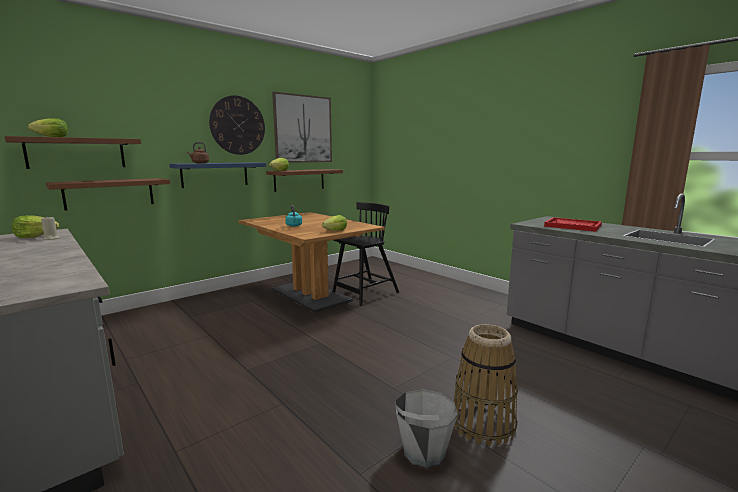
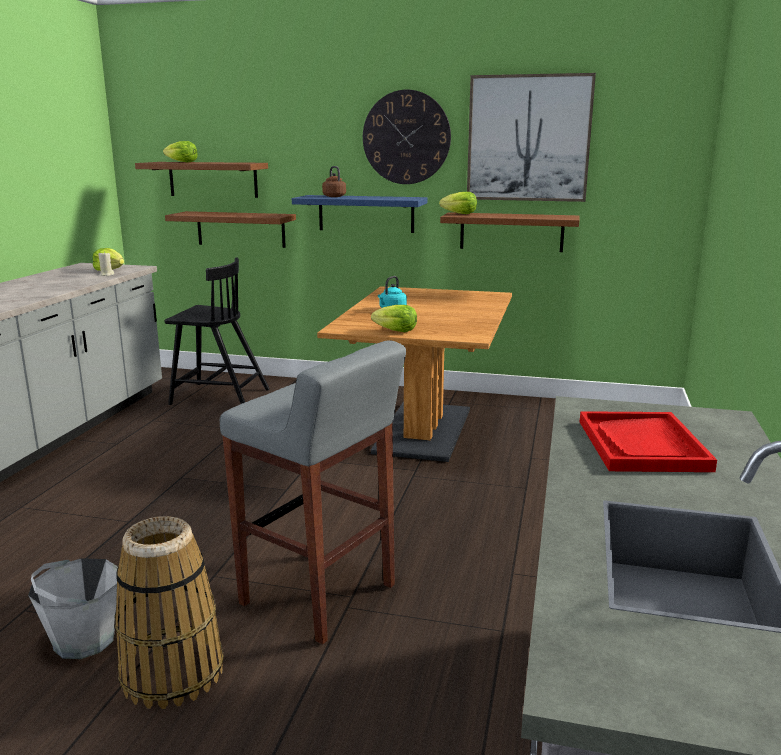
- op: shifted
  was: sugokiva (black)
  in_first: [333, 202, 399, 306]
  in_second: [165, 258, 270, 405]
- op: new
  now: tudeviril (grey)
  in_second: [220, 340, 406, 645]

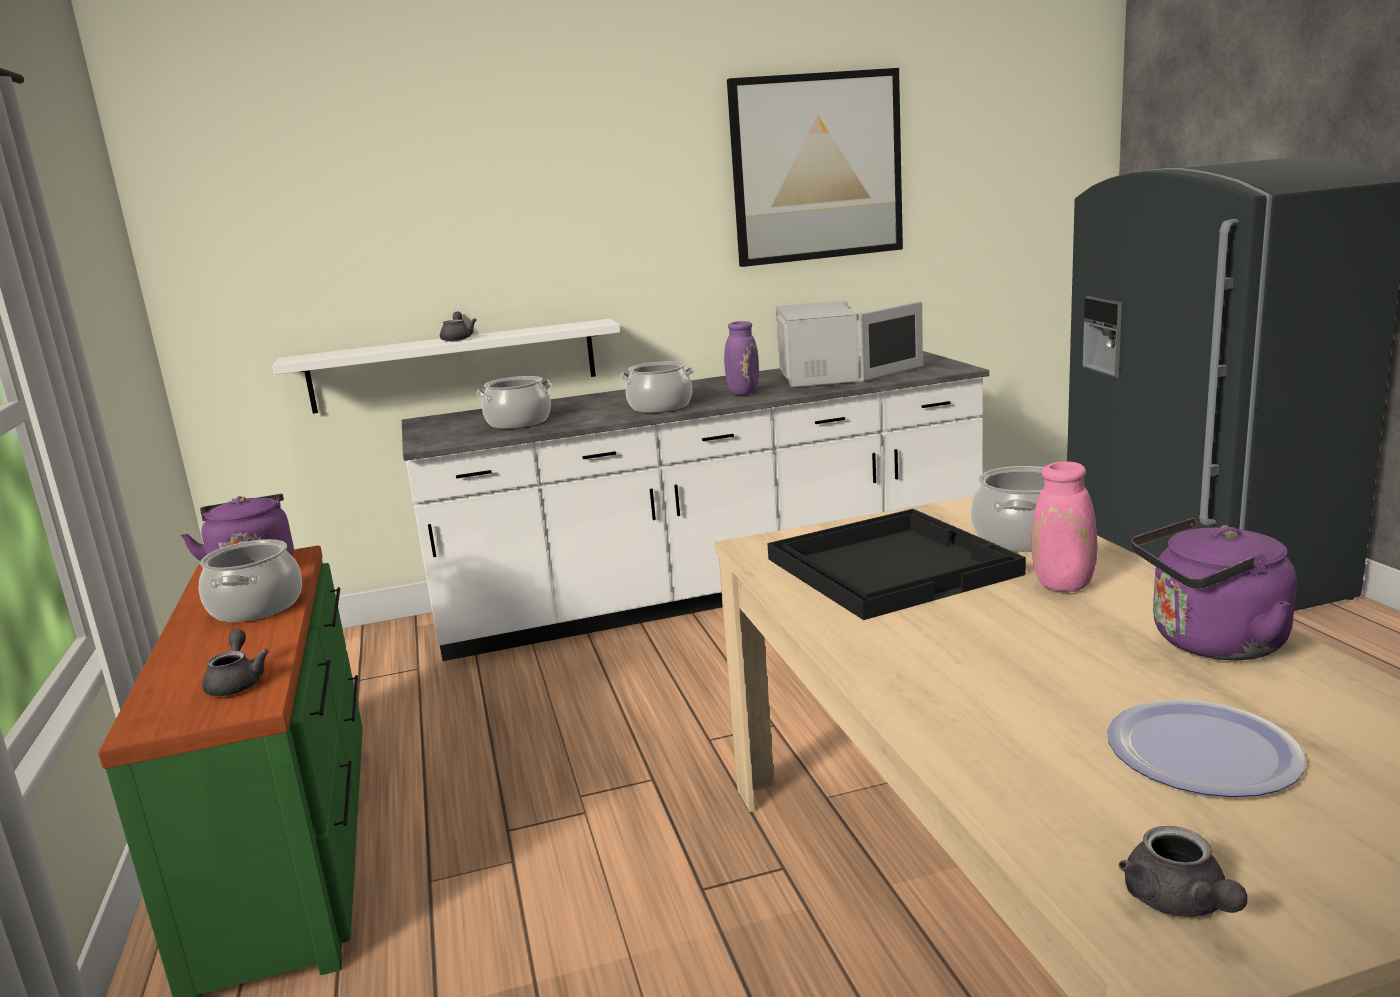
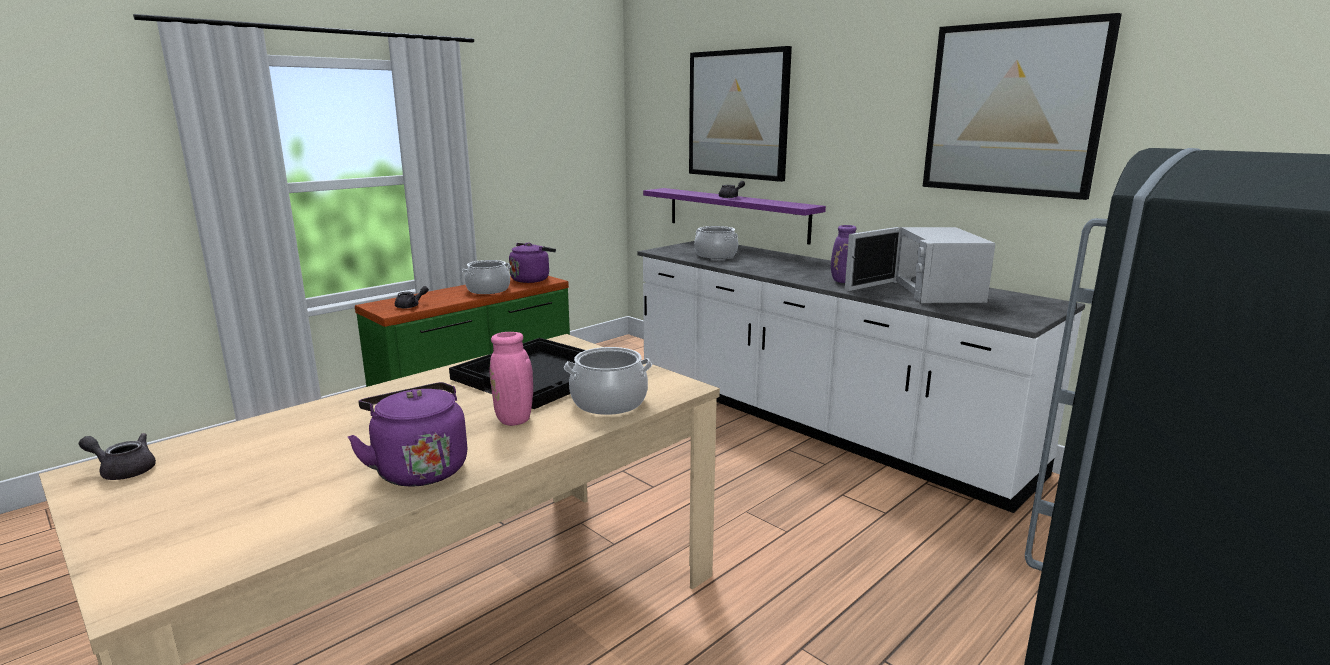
- op: repainted
  was: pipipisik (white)
  now: pipipisik (purple)
  in_first: [272, 319, 620, 414]
  in_second: [643, 188, 826, 245]
- op: gone
  was: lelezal
  in_first: [620, 361, 695, 413]
- op: rotated
  was: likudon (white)
  in_first: [776, 300, 923, 387]
  in_second: [845, 227, 995, 303]
  clockwise: 120
- op: gone
  was: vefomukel
  in_first: [1107, 700, 1306, 797]
- op: rotated
  was: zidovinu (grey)
  in_first: [1119, 826, 1248, 917]
  in_second: [79, 433, 156, 480]
  clockwise: 45
- op: new
  now: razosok
  in_second: [689, 46, 792, 182]

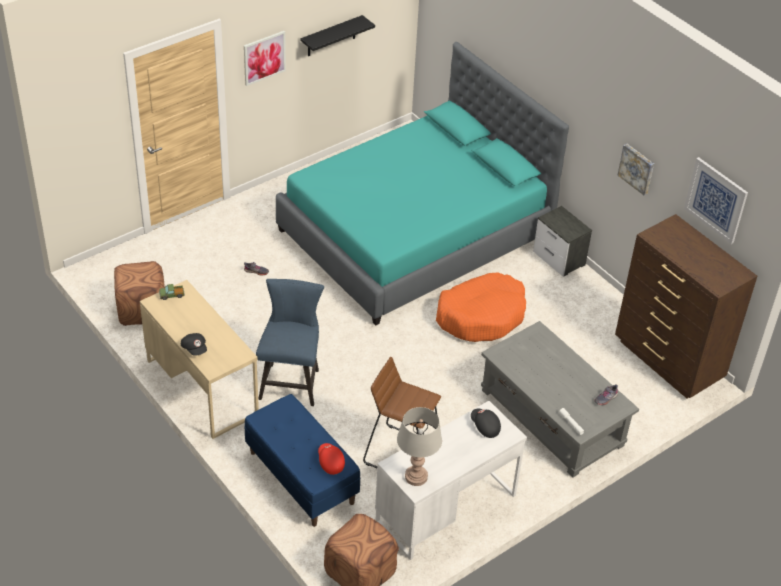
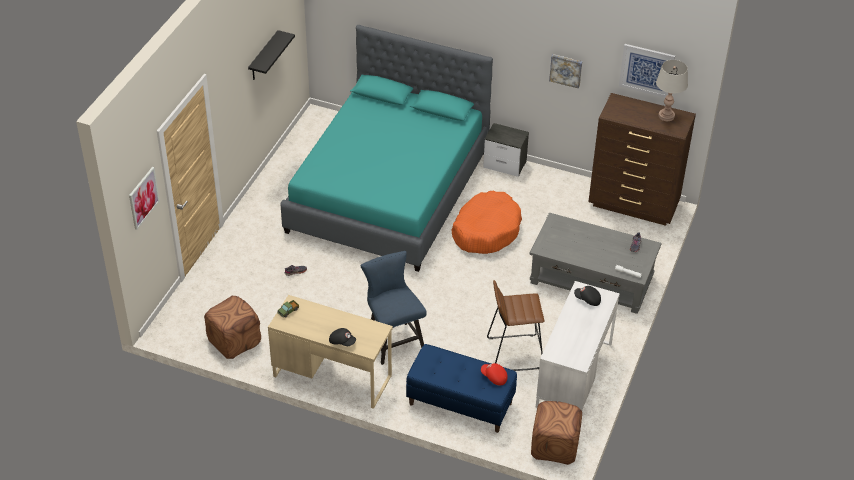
- op: shifted
  was: razosok
  in_first: [244, 31, 286, 86]
  in_second: [129, 167, 160, 230]
- op: shifted
  was: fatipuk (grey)
  in_first: [397, 407, 442, 486]
  in_second: [656, 60, 688, 121]

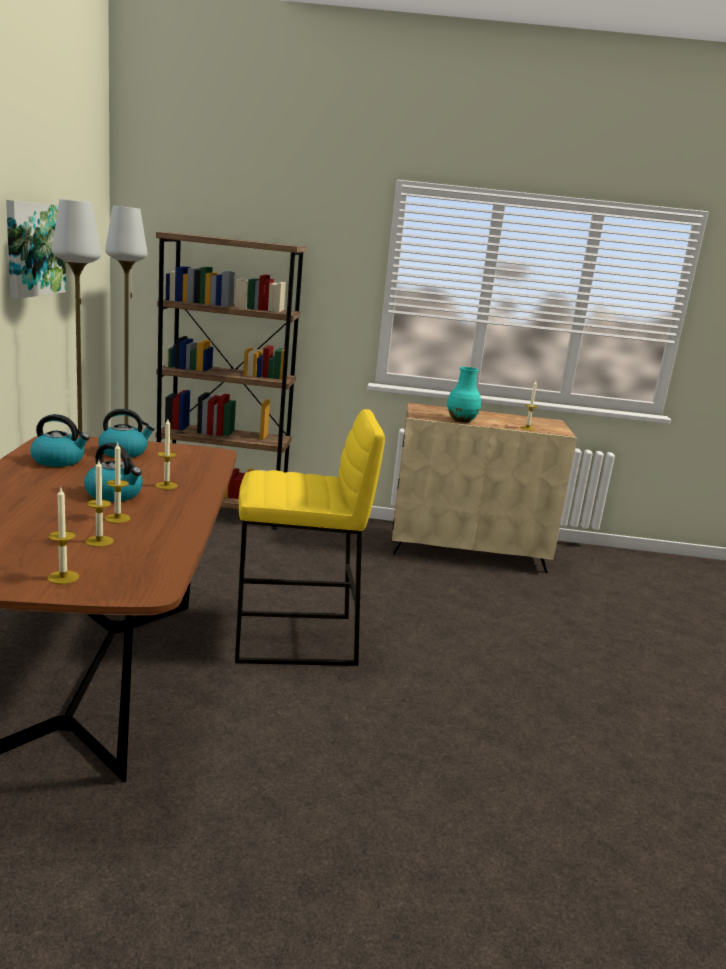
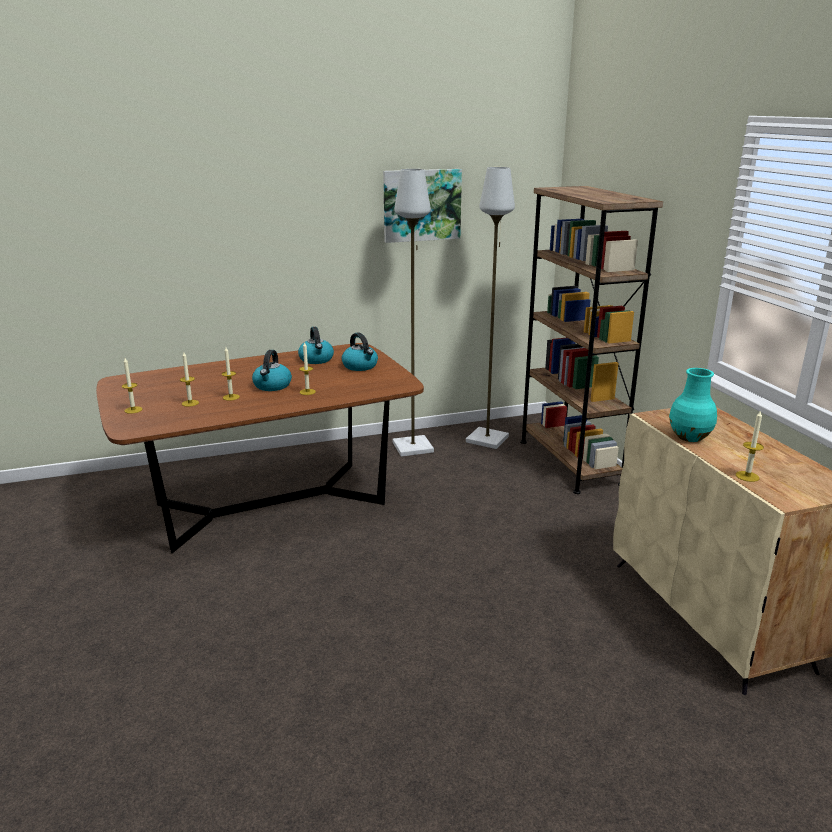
- op: gone
  was: tudeviril (yellow)
  in_first: [235, 409, 385, 666]

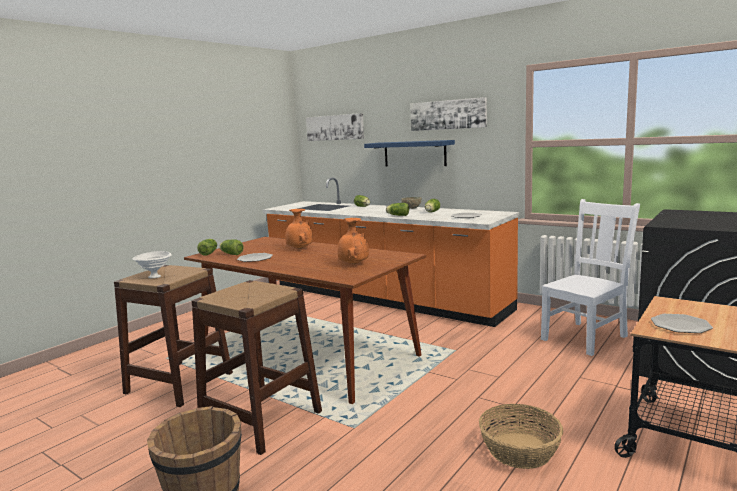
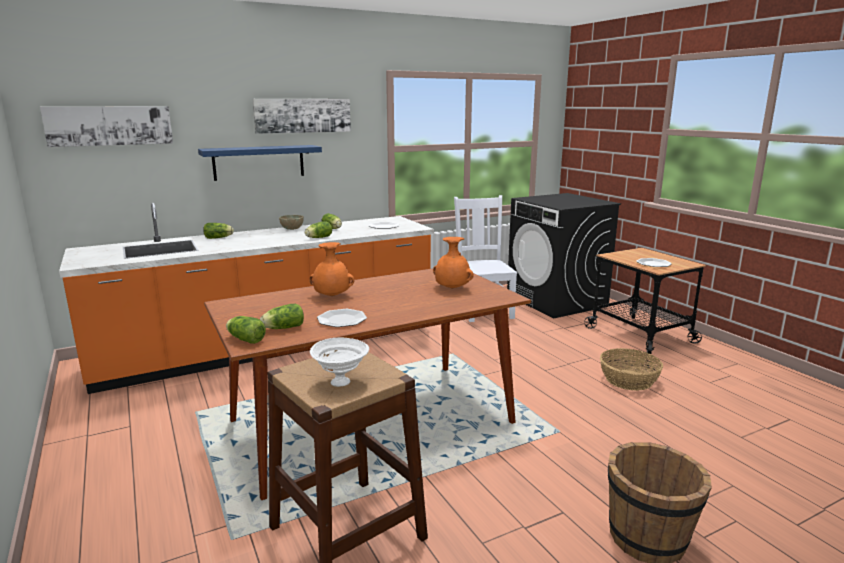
- op: gone
  was: tudeviril (brown)
  in_first: [191, 280, 322, 455]

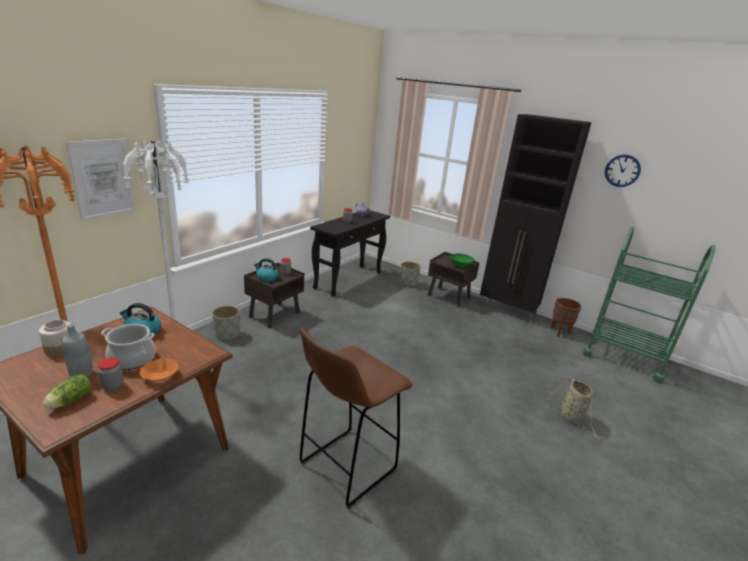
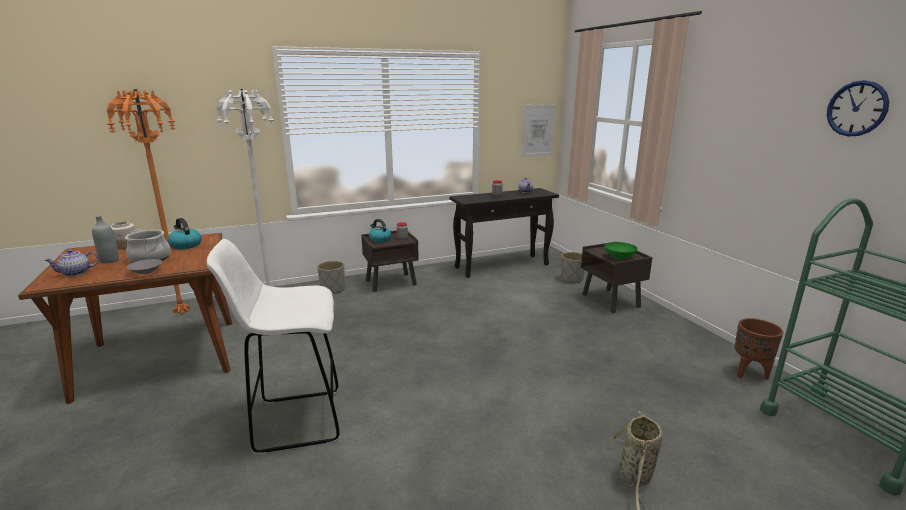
- op: swapped
  was: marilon
  now: zidovinu
  in_first: [43, 374, 92, 409]
  in_second: [44, 250, 99, 276]
- op: shifted
  was: razosok
  in_first: [66, 139, 136, 222]
  in_second: [522, 104, 556, 157]
- op: gone
  was: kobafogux
  in_first: [98, 357, 124, 391]
- op: repainted
  was: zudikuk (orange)
  now: zudikuk (grey)
  in_first: [140, 359, 178, 381]
  in_second: [126, 259, 162, 274]
- op: repainted
  was: tudeviril (brown)
  now: tudeviril (white)
  in_first: [299, 327, 413, 509]
  in_second: [207, 239, 340, 455]
- op: gone
  was: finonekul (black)
  in_first: [480, 114, 591, 323]

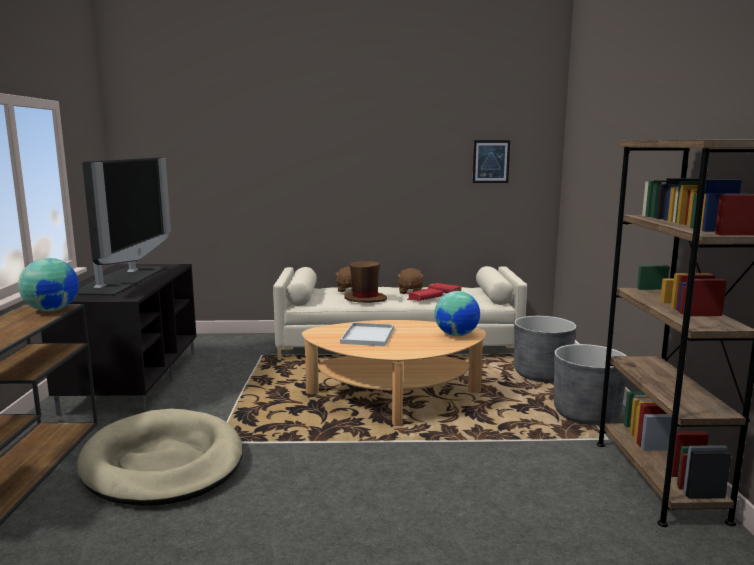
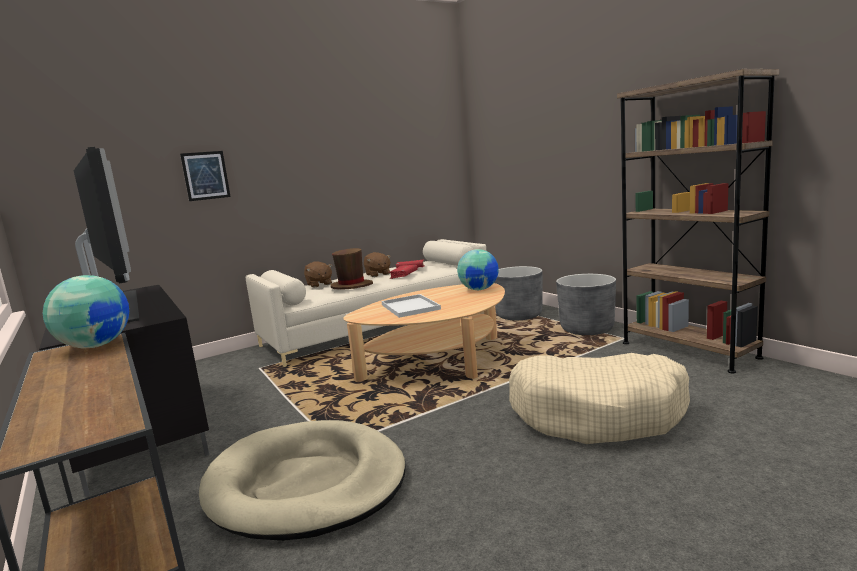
- op: shifted
  was: razosok
  in_first: [473, 140, 510, 183]
  in_second: [180, 151, 231, 201]
- op: new
  now: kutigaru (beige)
  in_second: [509, 353, 690, 444]

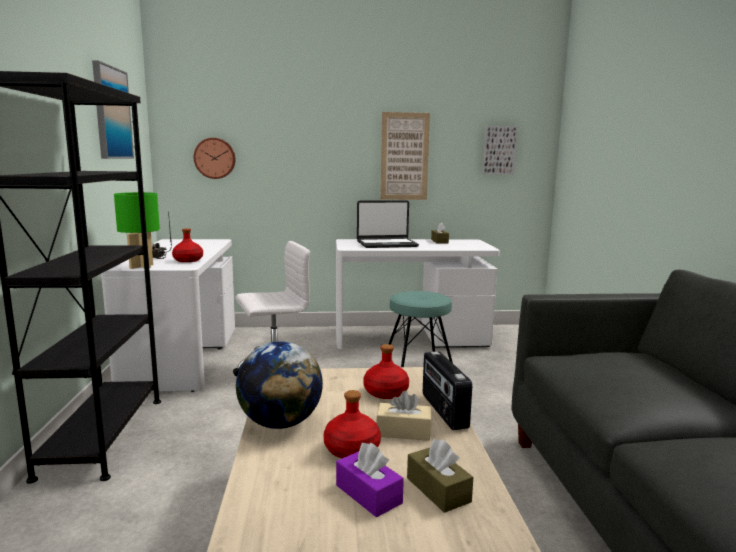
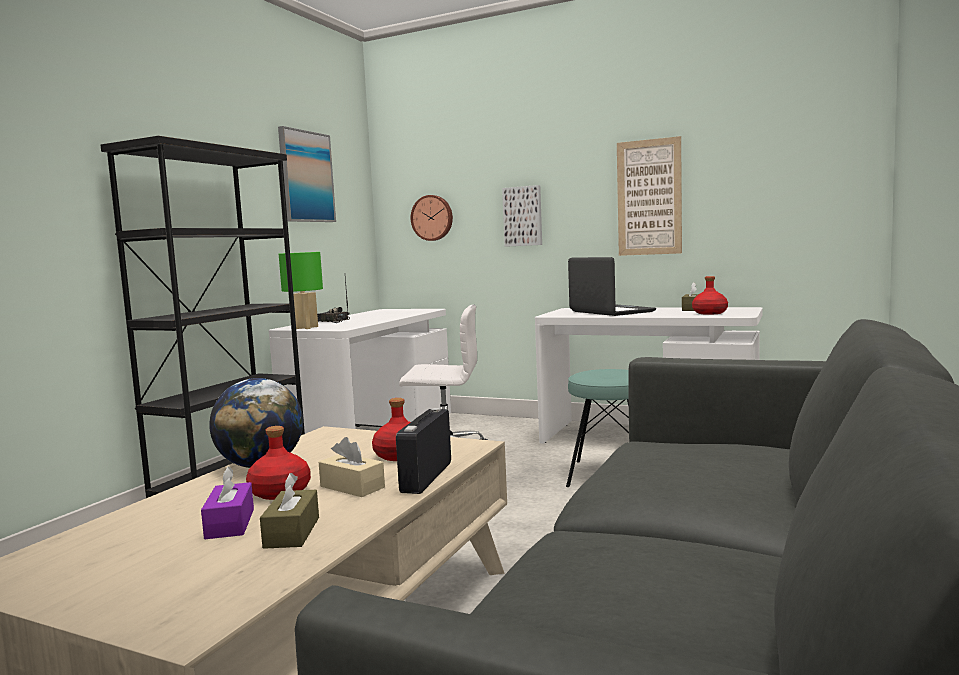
- op: shifted
  was: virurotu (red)
  in_first: [172, 228, 203, 262]
  in_second: [692, 276, 728, 315]
- op: rotated
  was: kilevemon
  in_first: [357, 200, 419, 248]
  in_second: [568, 257, 656, 316]
  clockwise: -135
- op: shifted
  was: razosok
  in_first: [482, 126, 517, 175]
  in_second: [502, 185, 542, 247]

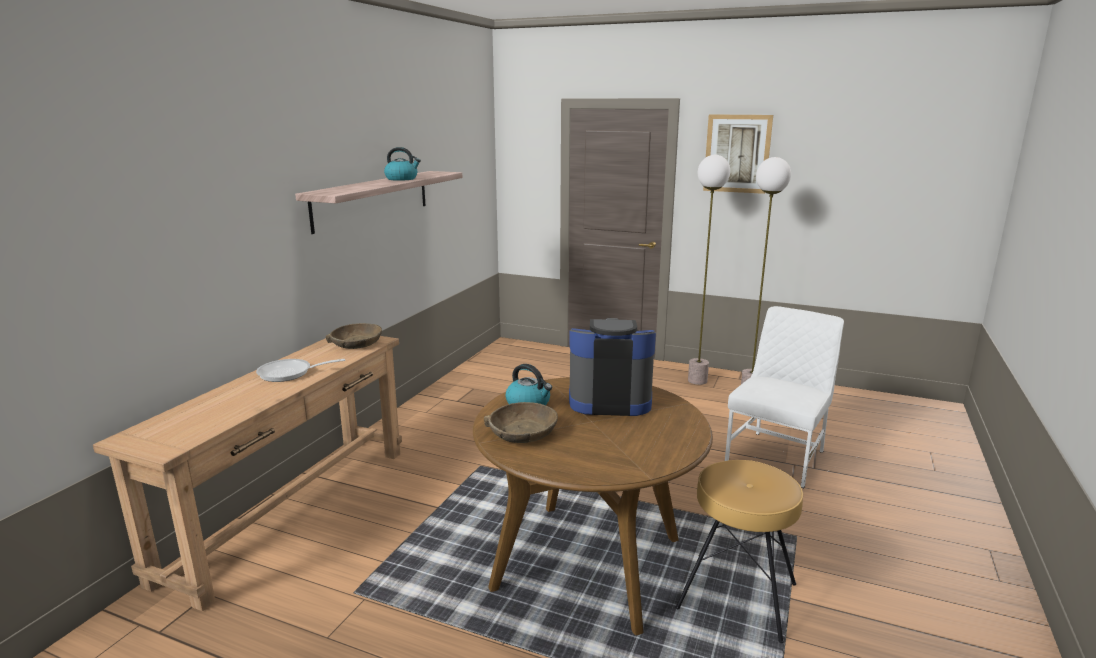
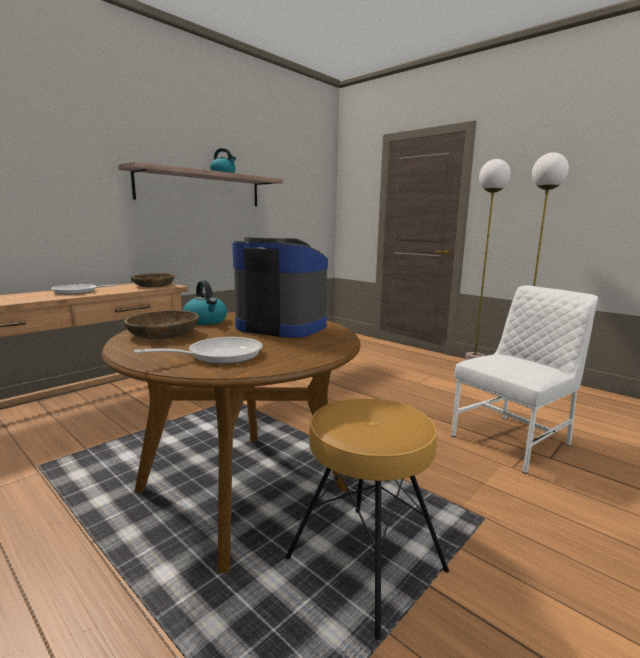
- op: gone
  was: razosok
  in_first: [703, 114, 773, 194]
- op: new
  now: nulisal
  in_second: [134, 337, 263, 364]

